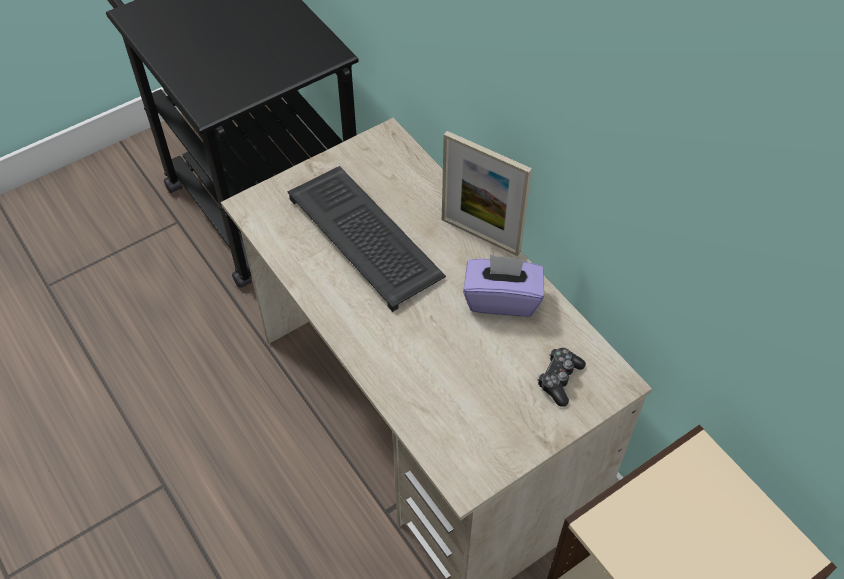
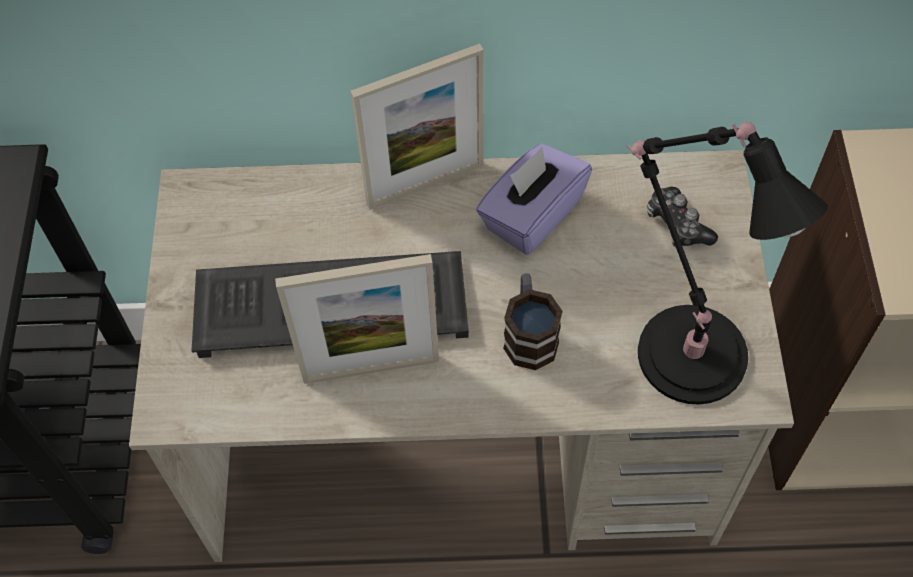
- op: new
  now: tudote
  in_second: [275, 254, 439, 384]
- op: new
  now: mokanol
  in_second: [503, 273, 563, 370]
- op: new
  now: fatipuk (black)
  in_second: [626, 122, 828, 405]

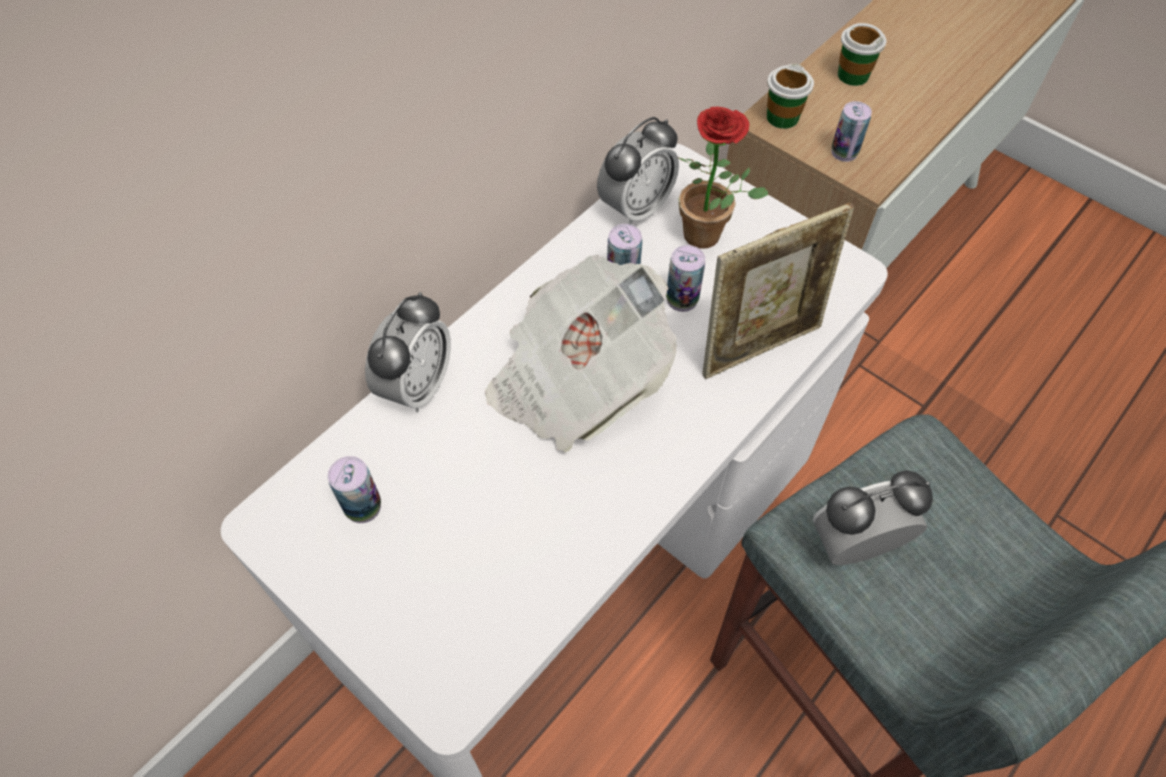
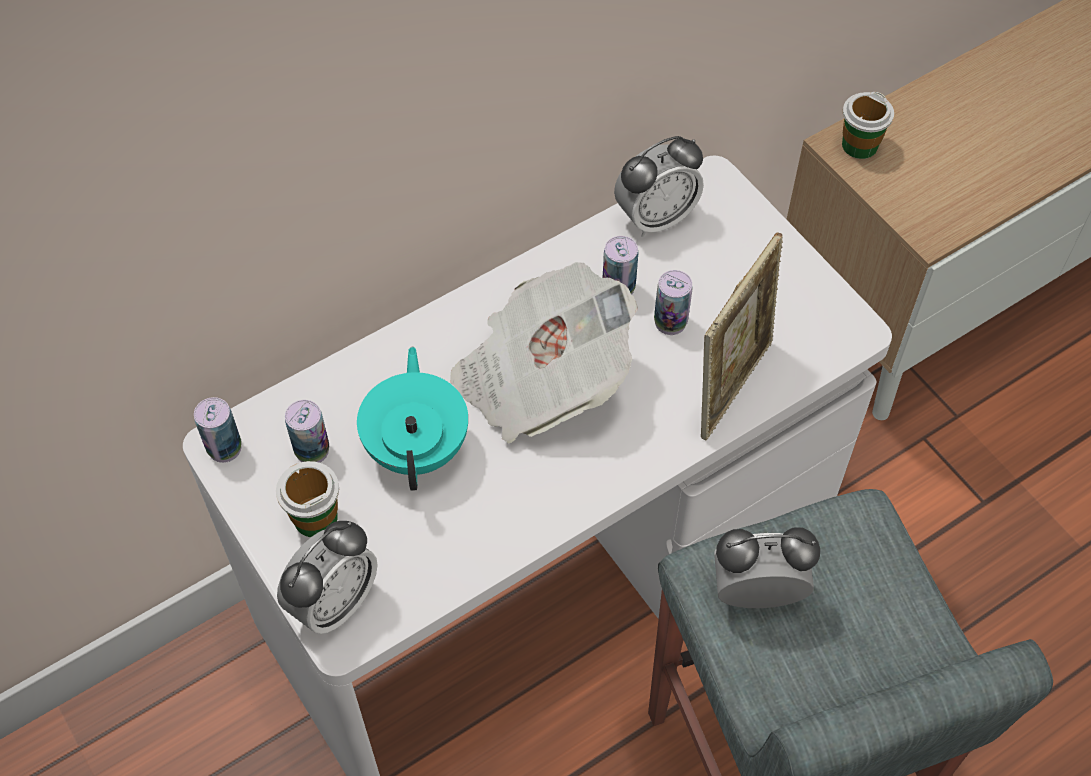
- op: shifted
  was: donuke
  in_first: [365, 292, 451, 413]
  in_second: [277, 521, 378, 634]
- op: gone
  was: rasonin
  in_first: [678, 107, 768, 249]
- op: rotated
  was: tudote
  in_first: [702, 203, 854, 379]
  in_second: [701, 232, 783, 441]
  clockwise: -45
- op: shifted
  was: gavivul
  in_first: [831, 101, 872, 162]
  in_second: [194, 397, 242, 463]
- op: shifted
  was: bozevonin
  in_first: [838, 23, 886, 86]
  in_second: [276, 461, 339, 537]
- op: new
  now: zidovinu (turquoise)
  in_second: [357, 347, 468, 491]

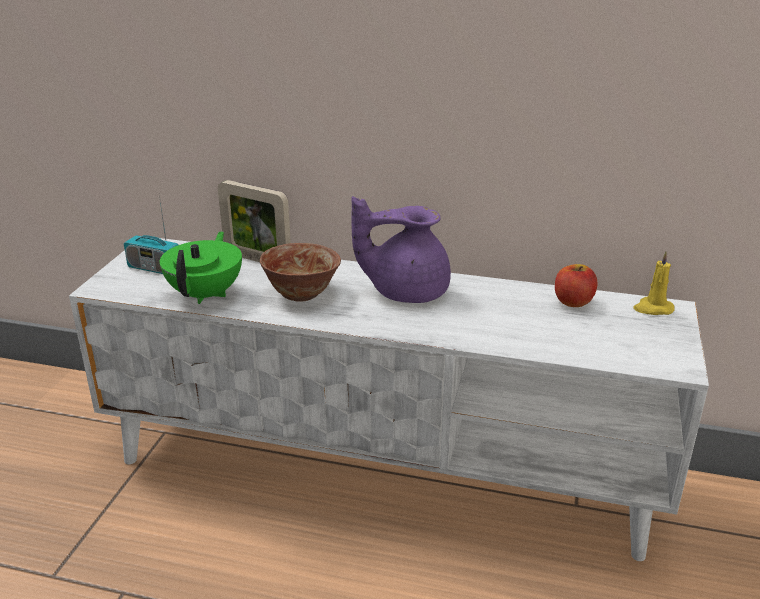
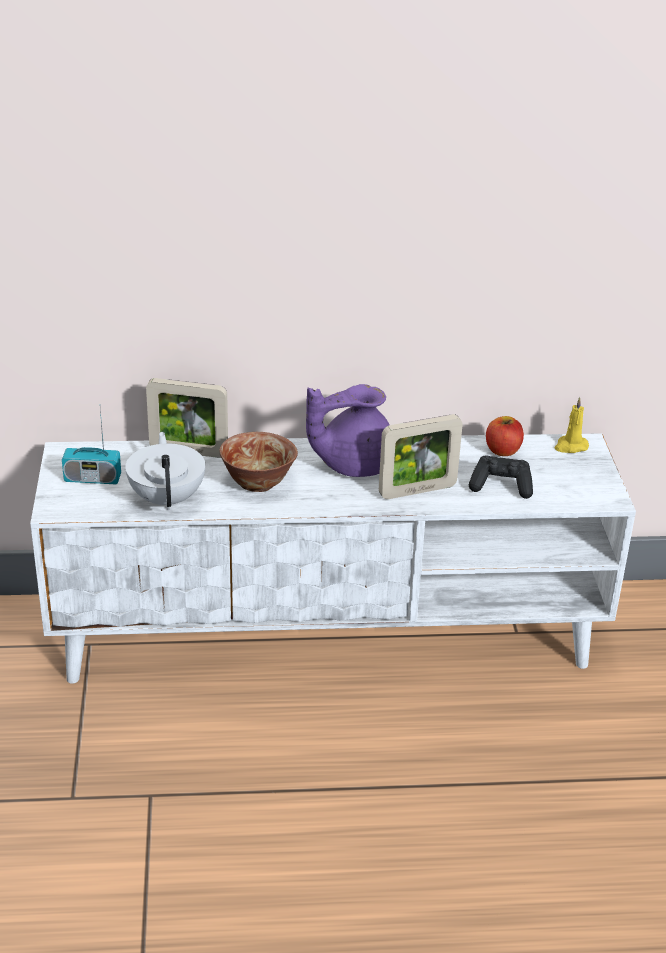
- op: repainted
  was: zidovinu (green)
  now: zidovinu (white)
  in_first: [160, 231, 242, 304]
  in_second: [125, 432, 205, 510]
- op: new
  now: tudote
  in_second: [379, 414, 463, 499]
- op: new
  now: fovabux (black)
  in_second: [469, 456, 533, 499]

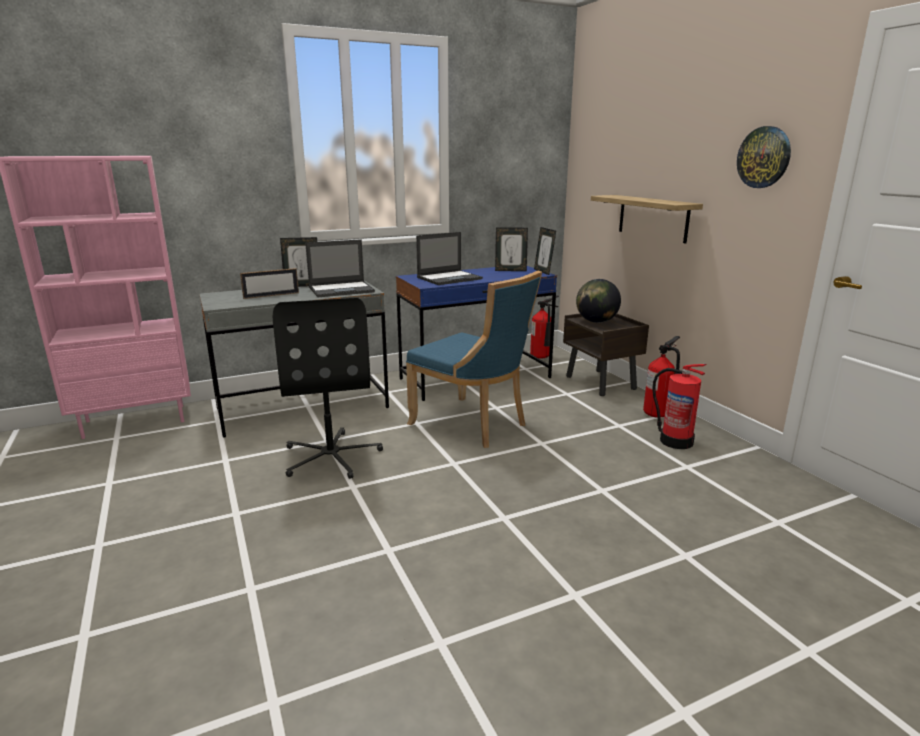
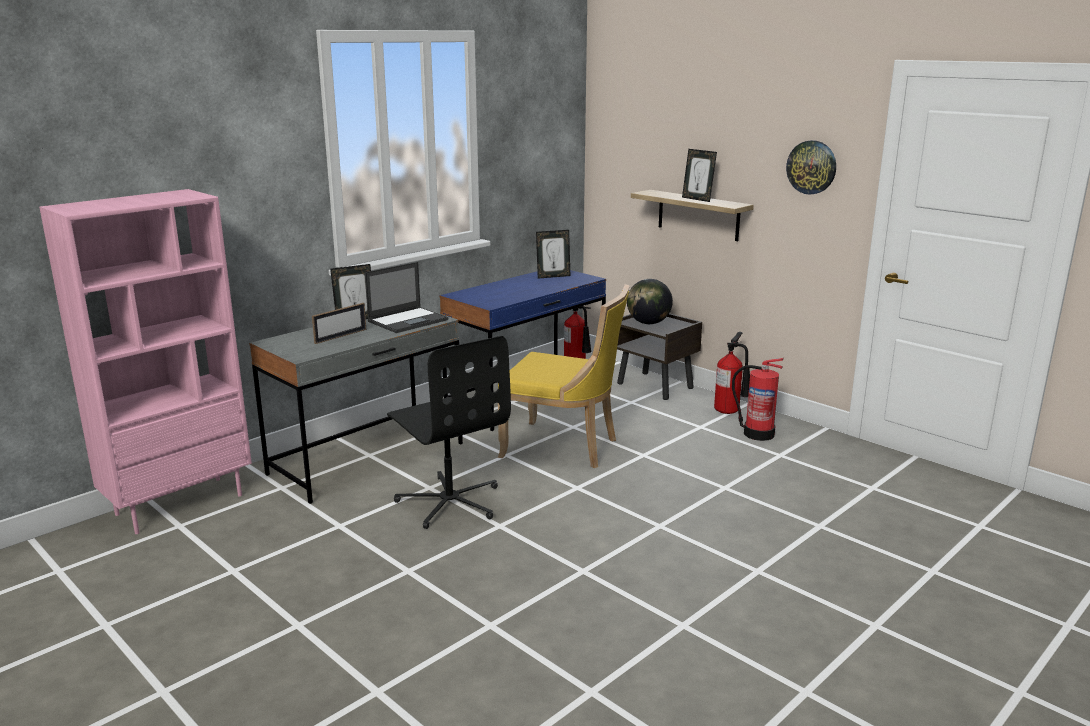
- op: repainted
  was: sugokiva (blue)
  now: sugokiva (yellow)
  in_first: [406, 271, 542, 448]
  in_second: [498, 284, 630, 468]
- op: gone
  was: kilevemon
  in_first: [416, 232, 483, 285]
- op: shifted
  was: tudote
  in_first: [534, 227, 556, 275]
  in_second: [682, 149, 717, 202]

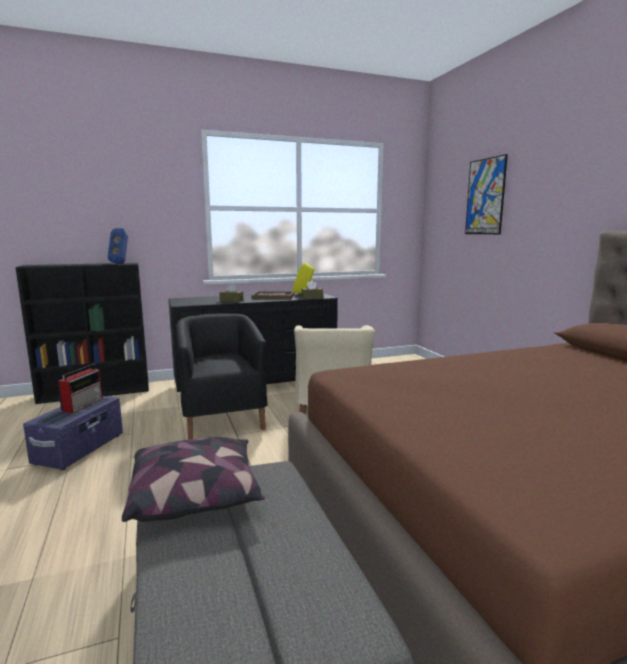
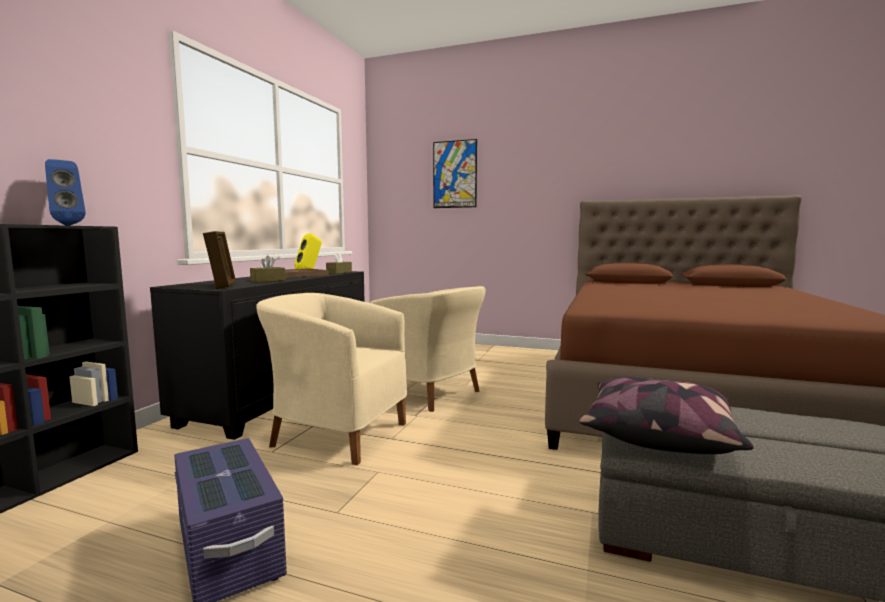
- op: gone
  was: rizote
  in_first: [57, 364, 103, 413]
- op: repainted
  was: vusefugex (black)
  now: vusefugex (beige)
  in_first: [176, 314, 268, 440]
  in_second: [256, 293, 407, 465]
- op: new
  now: tudote
  in_second: [203, 231, 236, 289]

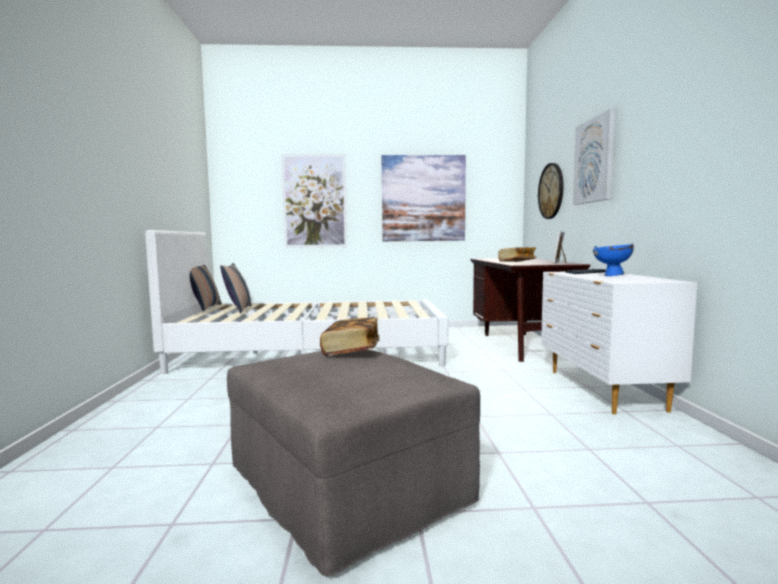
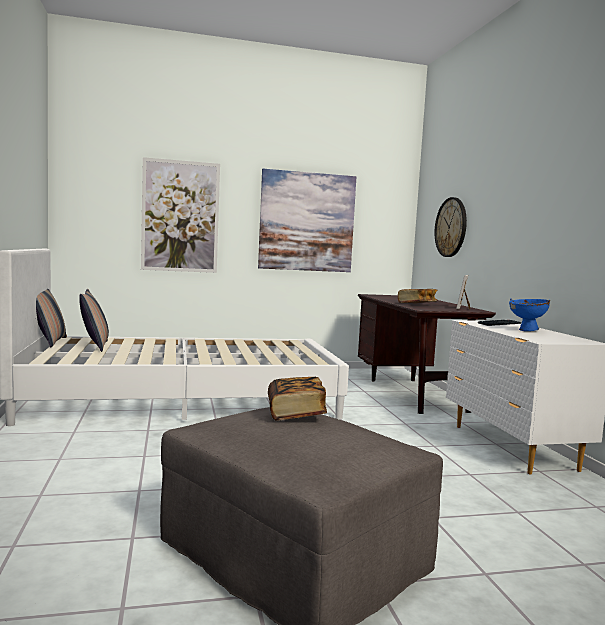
- op: gone
  was: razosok
  in_first: [573, 109, 615, 205]

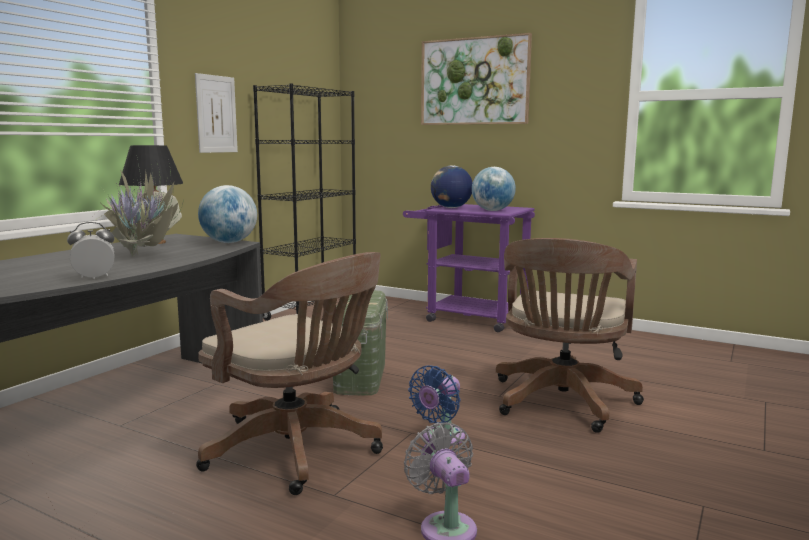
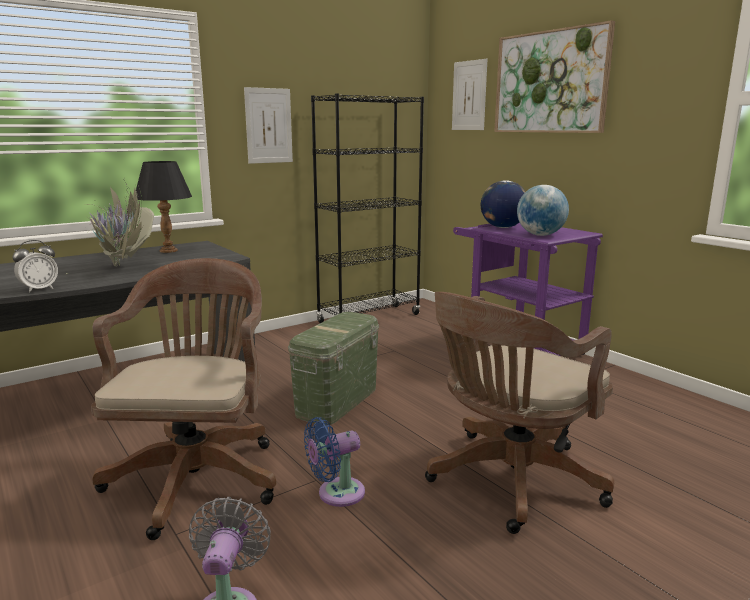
- op: rotated
  was: donuke
  in_first: [67, 222, 115, 279]
  in_second: [12, 240, 58, 293]
  clockwise: 135
- op: rotated
  was: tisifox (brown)
  in_first: [196, 252, 383, 495]
  in_second: [91, 258, 276, 540]
  clockwise: -150
- op: gone
  was: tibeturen
  in_first: [198, 185, 257, 243]
- op: new
  now: razosok
  in_second: [452, 59, 487, 130]

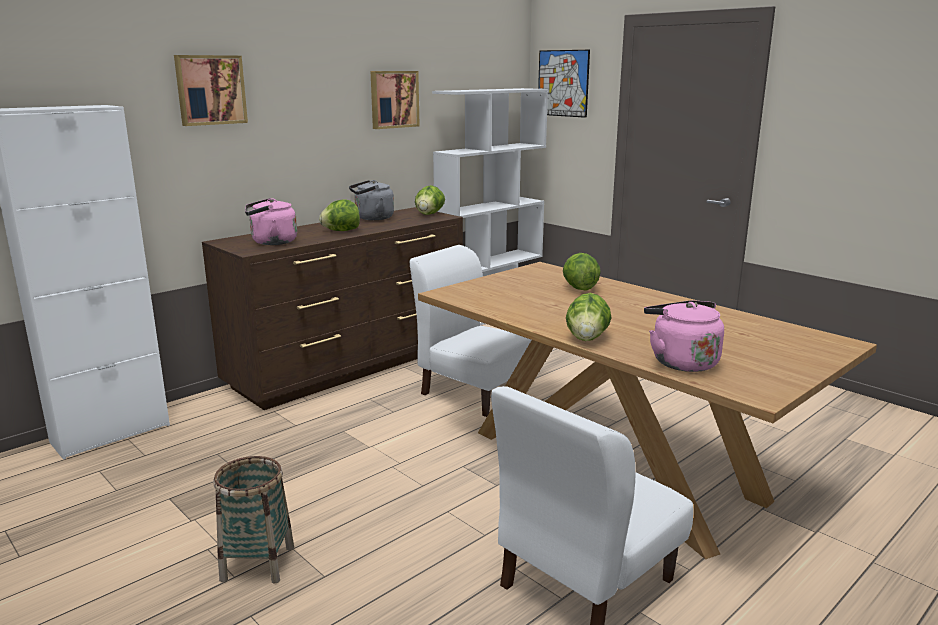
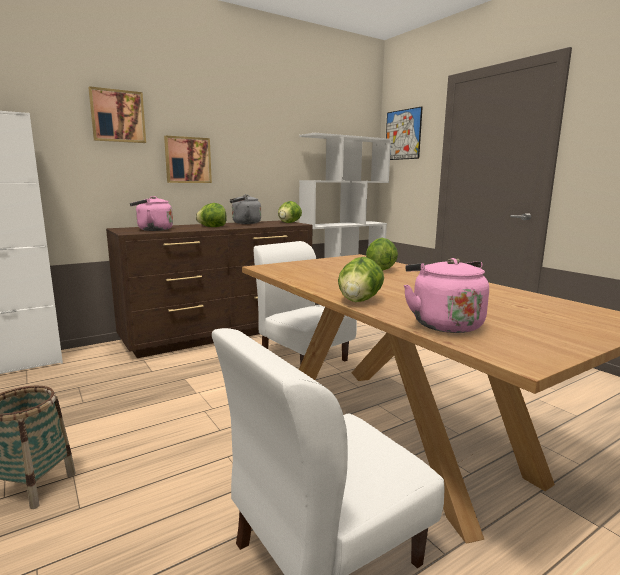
- op: shifted
  was: razosok
  in_first: [371, 71, 420, 129]
  in_second: [164, 136, 212, 183]

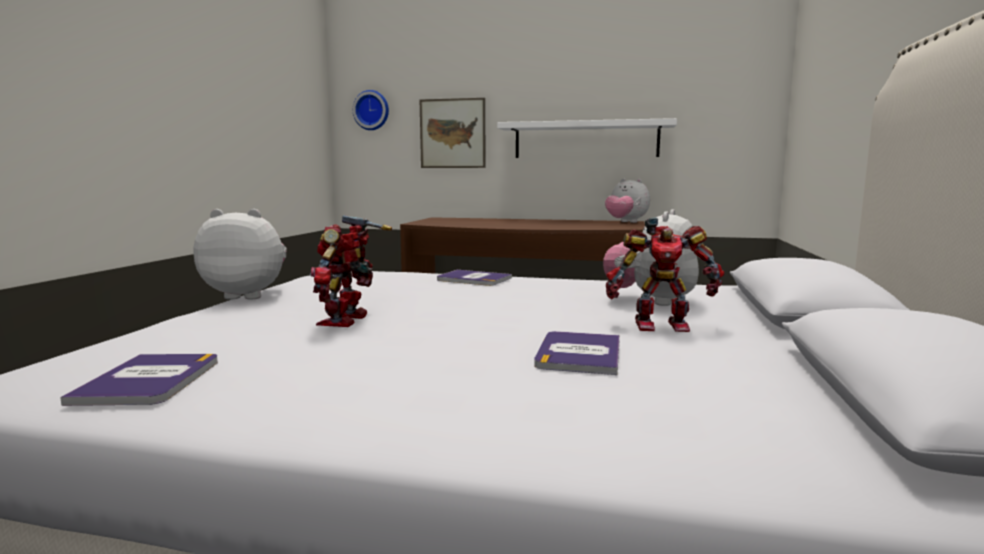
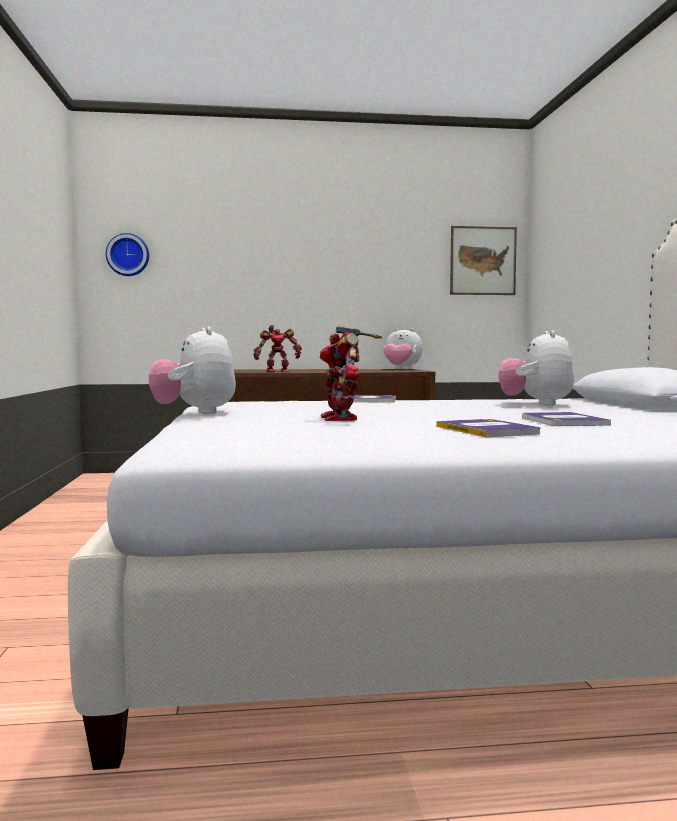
- op: shifted
  was: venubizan
  in_first: [60, 354, 218, 406]
  in_second: [436, 419, 540, 437]
- op: rotated
  was: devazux
  in_first: [194, 209, 287, 300]
  in_second: [149, 326, 236, 414]
  clockwise: -90
- op: shifted
  was: razosok
  in_first: [420, 98, 486, 168]
  in_second: [450, 226, 517, 295]
- op: gone
  was: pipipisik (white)
  in_first: [497, 118, 677, 158]
- op: shifted
  was: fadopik
  in_first: [606, 217, 724, 332]
  in_second: [254, 325, 302, 372]

